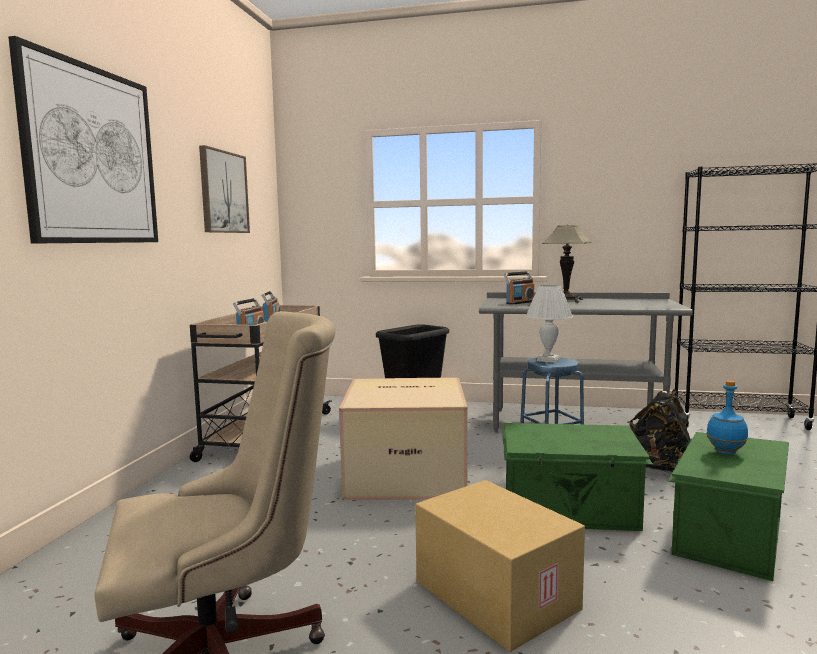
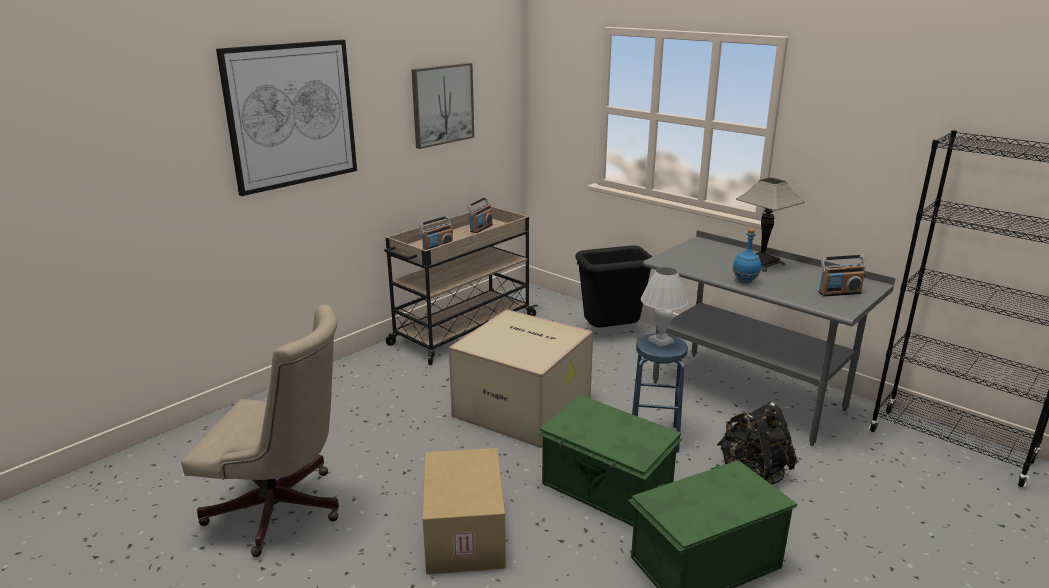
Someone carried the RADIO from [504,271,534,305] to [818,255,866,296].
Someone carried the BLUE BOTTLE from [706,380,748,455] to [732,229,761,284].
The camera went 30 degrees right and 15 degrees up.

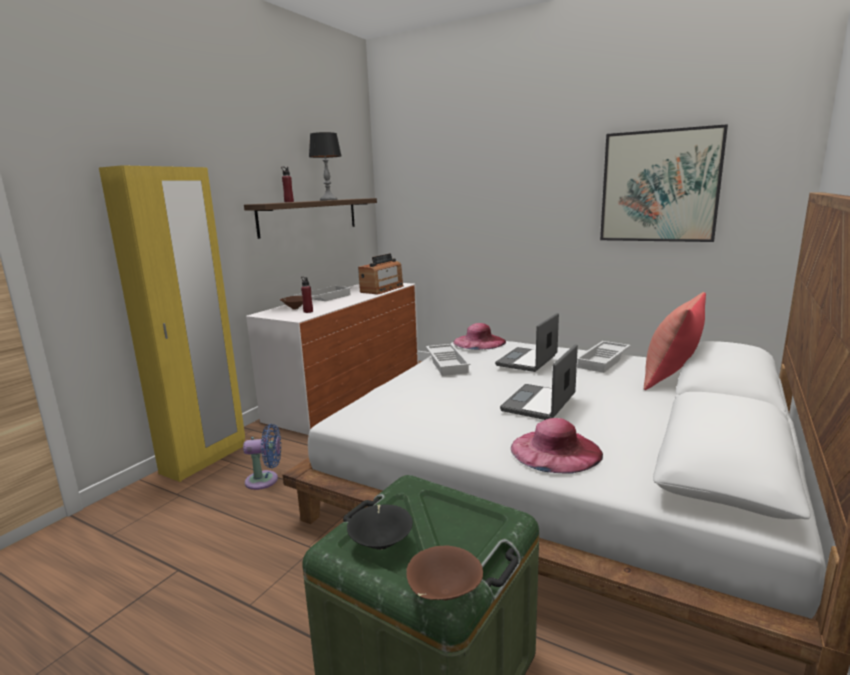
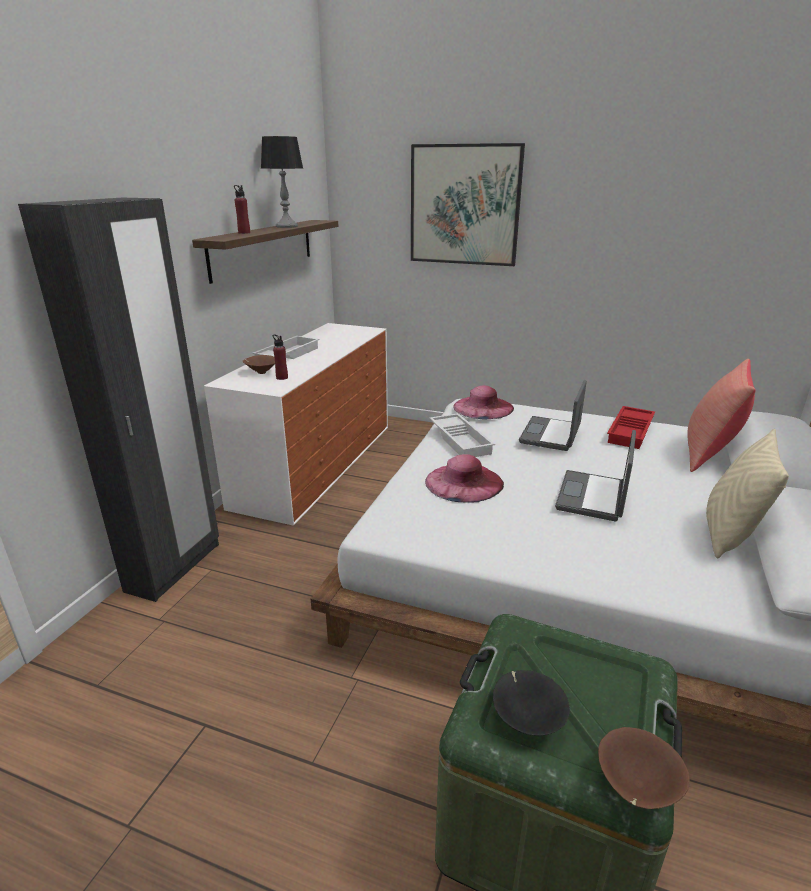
Someone took away the BLUE FAN at [243,424,281,490].
Someone took away the RADIO at [358,253,404,294].
Someone put down the BEIGE PILLOW at [706,429,789,558].
Someone carried the PINK HAT from [511,418,603,474] to [425,454,504,502].
Someone carried the PICTURE from [600,124,728,242] to [411,143,525,266].
Someone repainted the YELLOW WARDROBE at [99,165,245,482], which became the BLACK WARDROBE at [18,198,219,602].
Someone repainted the WHITE TRAY at [577,341,631,373], which became the RED TRAY at [607,406,655,449].
The camera went 10 degrees left and 10 degrees up.

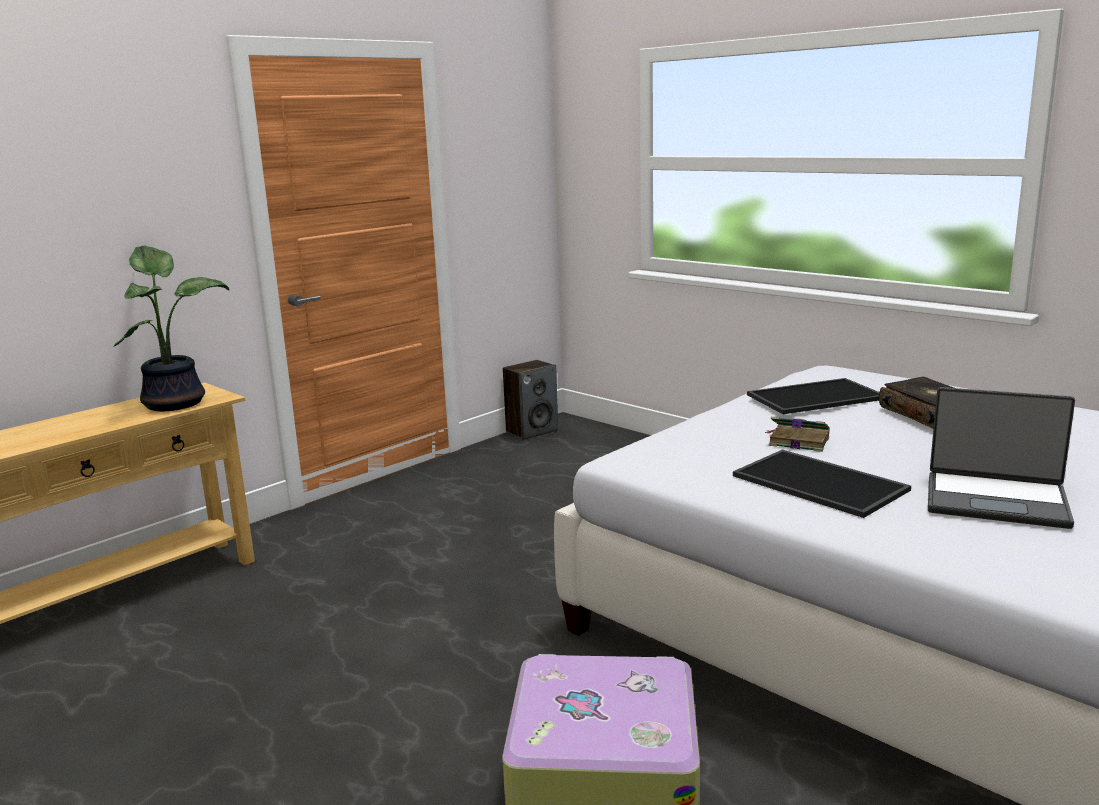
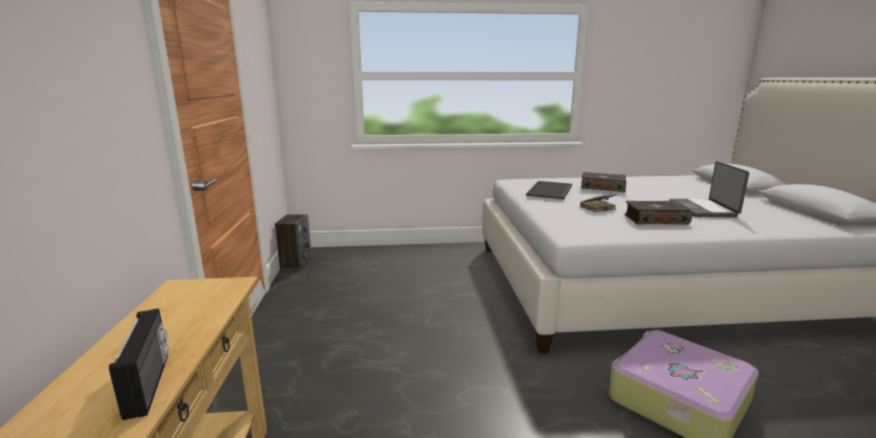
Someone took away the POTTED PLANT at [114,245,229,411].
Someone put down the RADIO at [109,308,169,420].
Someone swapped the TRAY at [733,450,911,518] for the BOOK at [624,200,692,225].
Someone rotated the LAPTOP at [928,387,1075,529] by 120 degrees clockwise.
The camera went 50 degrees left and 0 degrees up.

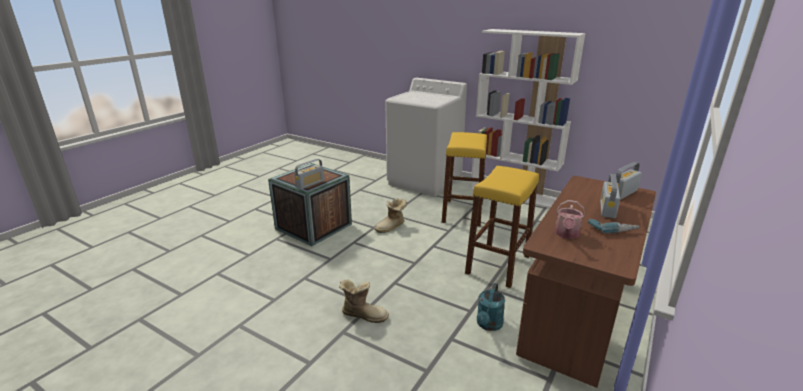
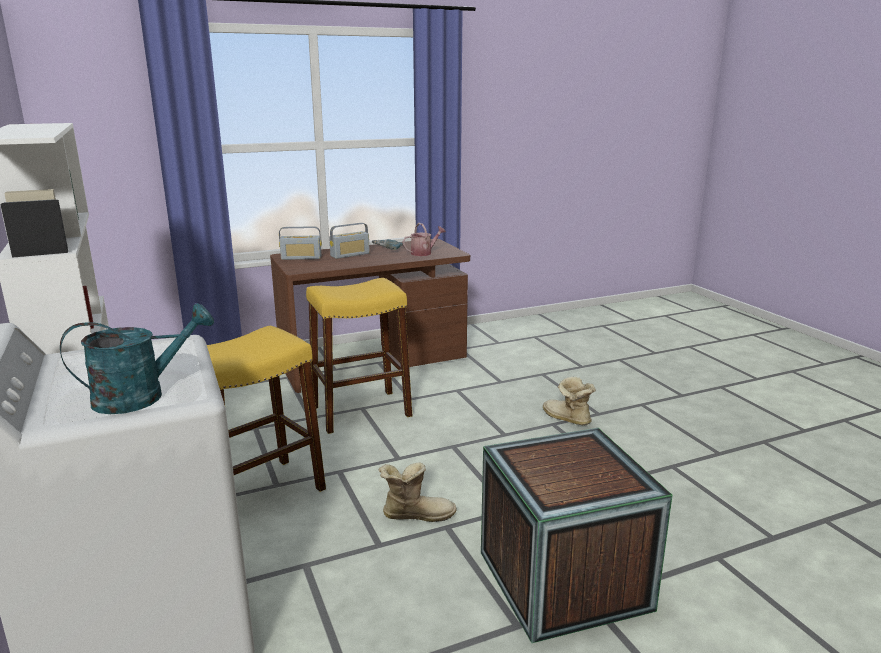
Someone took away the RADIO at [294,159,324,189].
Someone carried the TURQUOISE WATERING CAN from [477,283,505,331] to [60,303,214,414].
The camera went 145 degrees left and 5 degrees down.

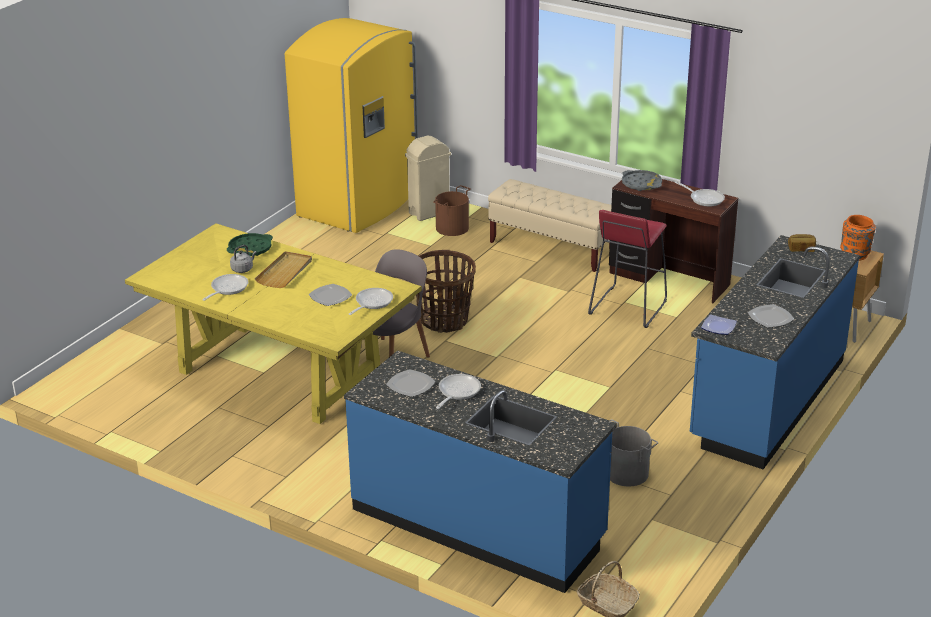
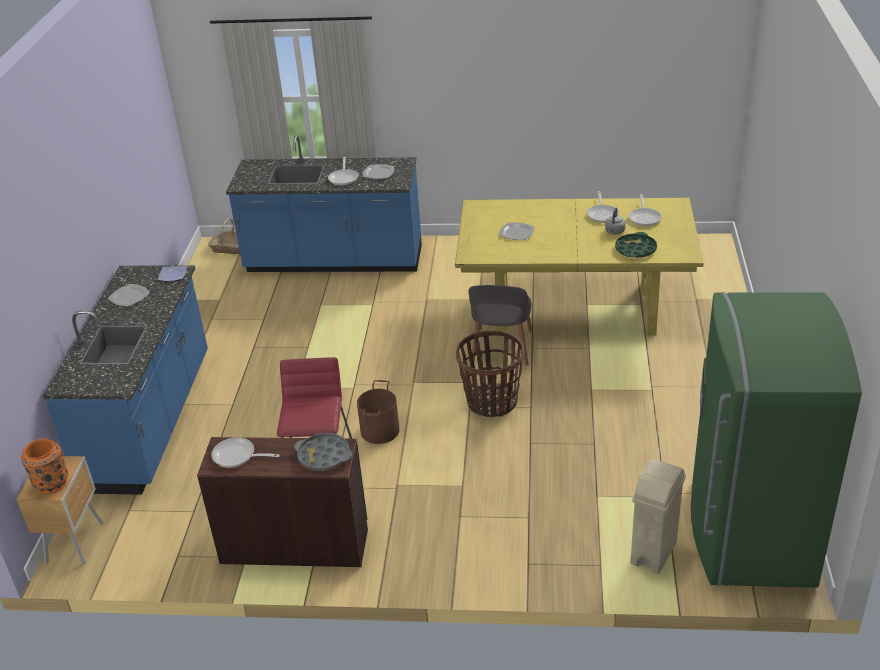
Someone took away the BEIGE TRAY at [255,251,312,288].
Someone took away the BEIGE BENCH at [488,179,612,272].
Someone took away the GREY BUCKET at [609,419,659,486].
Someone took away the BREAD at [788,234,816,252].
Someone carried the FRYING PAN from [349,288,393,315] to [629,194,662,226].
Someone carried the BROWN BUCKET from [433,185,470,236] to [357,380,399,444].
Someone repainted the YELLOW FRIDGE at [284,18,418,233], which became the GREEN FRIDGE at [691,292,862,588].
The camera went 155 degrees right and 5 degrees up.

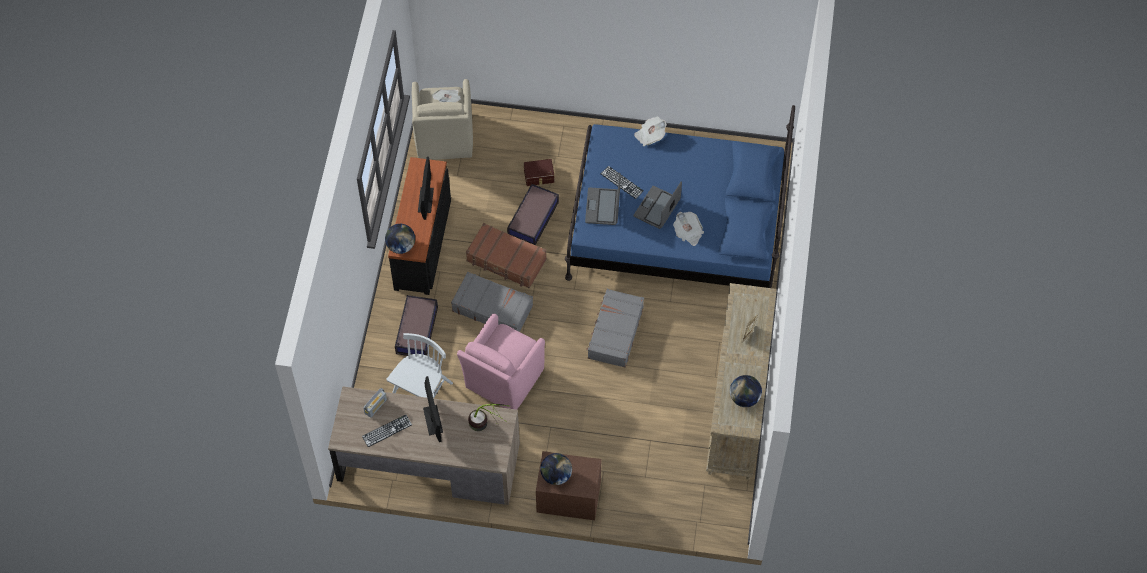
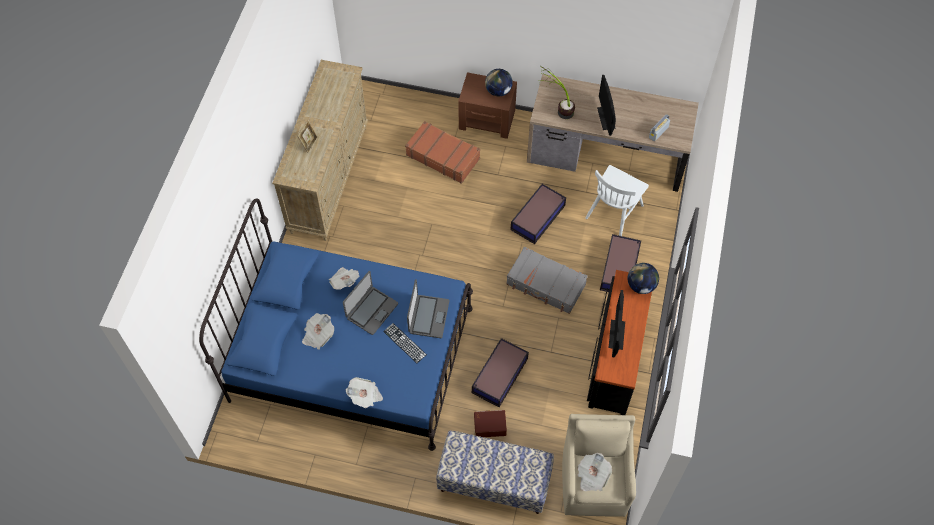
Someone took away the KEYBOARD at [362,415,412,447].
Someone took away the GREY SUITCASE at [586,289,644,368].
Someone took away the GLOBE at [730,375,762,407].
Someone put down the NEWSPAPER at [302,313,334,349].
Someone put down the BENCH at [436,431,554,514].
Someone carried the BROWN SUITCASE from [466,223,547,288] to [405,121,480,184].
Someone swapped the PINK ARMCHAIR at [457,314,545,410] for the STORAGE BOX at [511,184,566,244].
The camera went 175 degrees left and 0 degrees up.

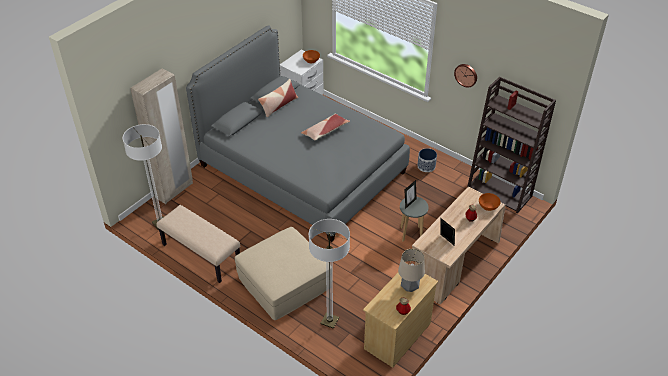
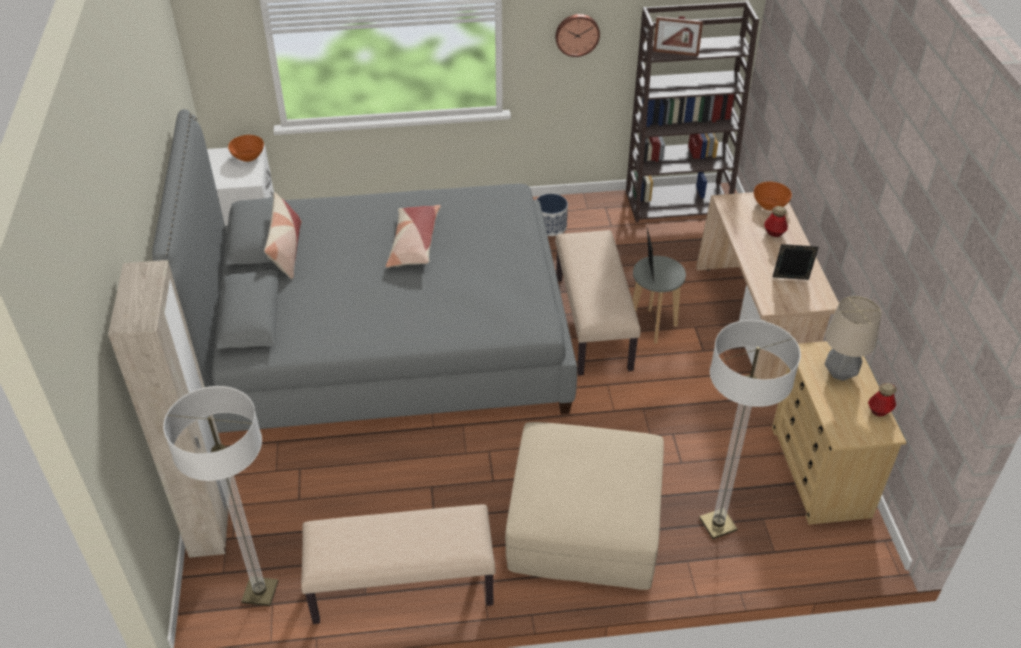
Someone put down the BEIGE BENCH at [555,230,641,376].
Someone put down the PICTURE FRAME at [653,16,703,56].
The camera went 45 degrees left and 0 degrees up.

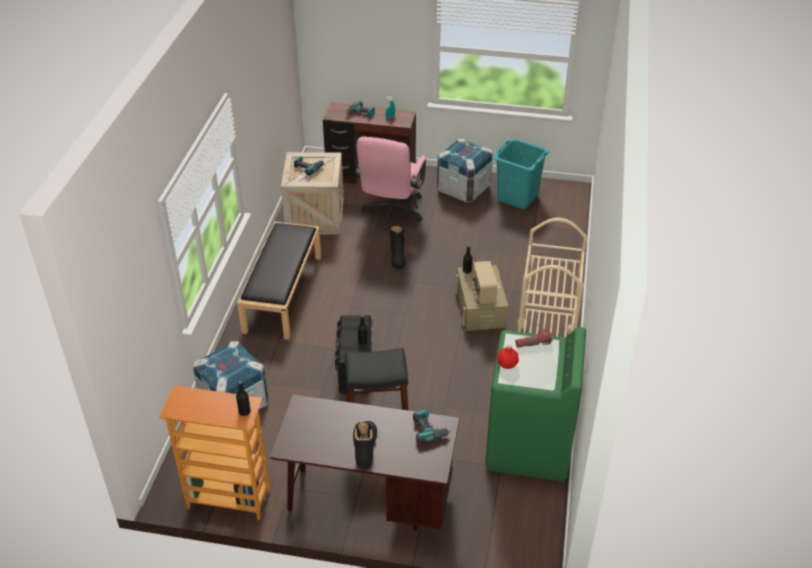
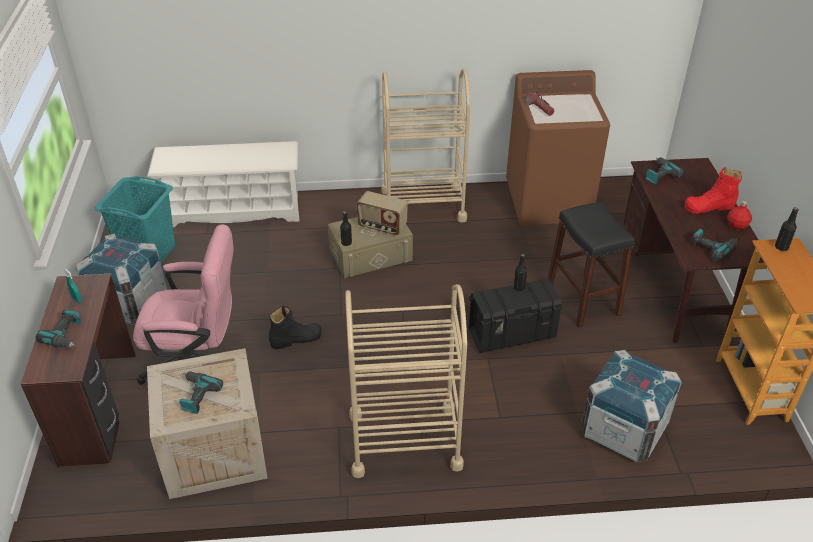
Someone put down the WHITE SHOE RACK at [147,141,300,227].
Someone put down the POWER DRILL at [691,228,737,261].
Someone carried the RED BOTTLE from [497,344,519,369] to [727,201,752,229].
Someone swapped the BLACK BENCH at [237,222,321,340] for the BEIGE CART at [345,284,468,478].
Someone repainted the BLACK BOOT at [353,421,377,469], which became the RED BOOT at [685,167,742,214].
Someone repainted the GREEN WASHING MACHINE at [485,327,586,482], which became the BROWN WASHING MACHINE at [506,70,610,225].
Someone rotated the RADIO at [471,261,498,305] by 45 degrees clockwise.
The camera went 105 degrees left and 0 degrees up.

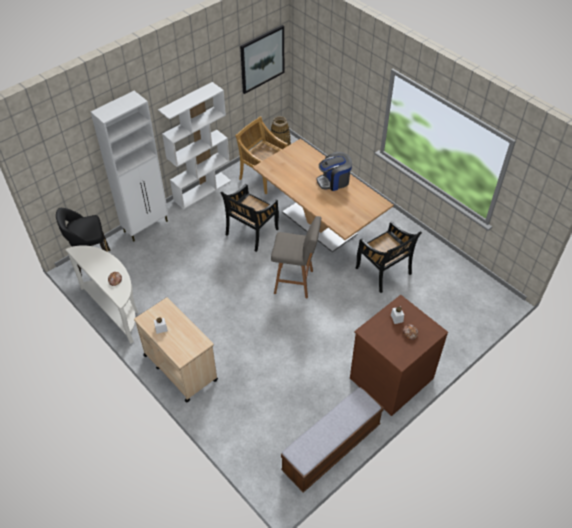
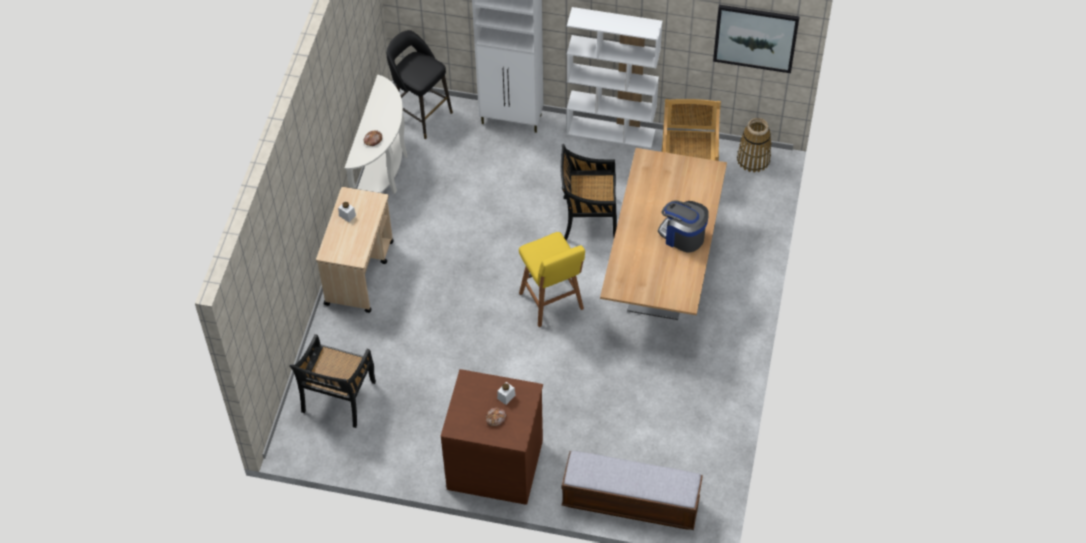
Someone carried the BENCH from [281,387,384,493] to [562,451,703,530].
Someone carried the BLACK CHAIR from [356,222,422,293] to [290,334,376,428].
Someone repainted the GREY STOOL at [271,216,321,298], which became the YELLOW STOOL at [519,232,585,327].
The camera went 55 degrees right and 5 degrees up.

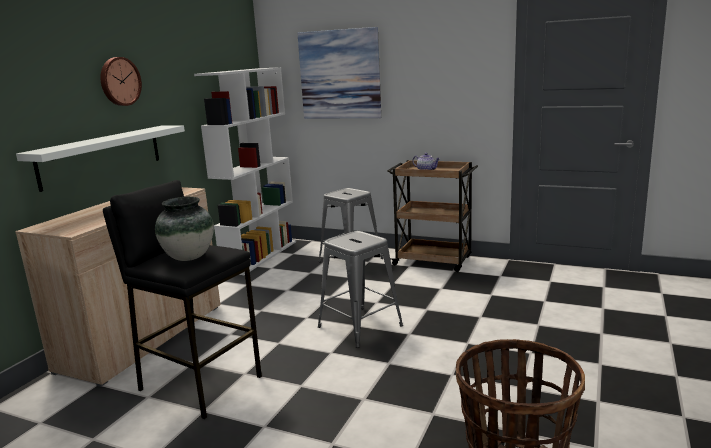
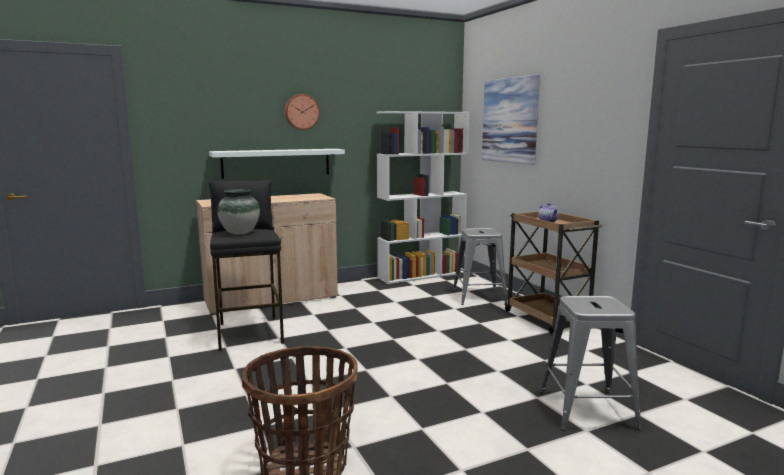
Someone carried the GREY STOOL from [318,231,403,348] to [540,296,641,431].
The camera went 40 degrees right and 5 degrees down.

